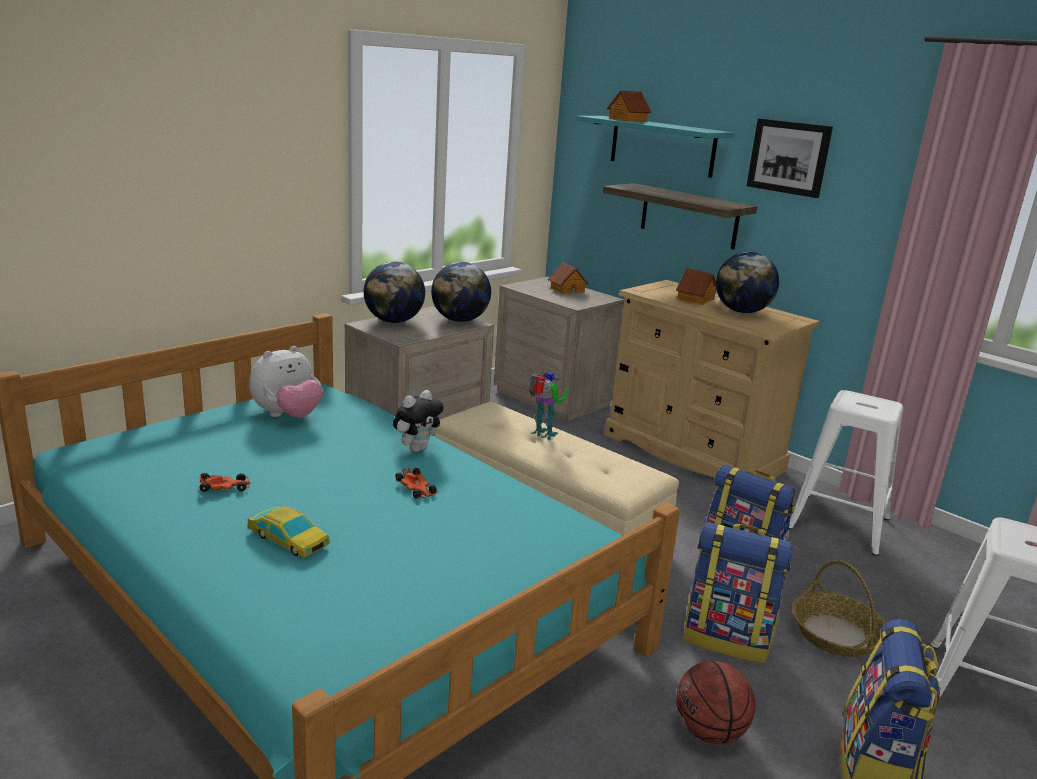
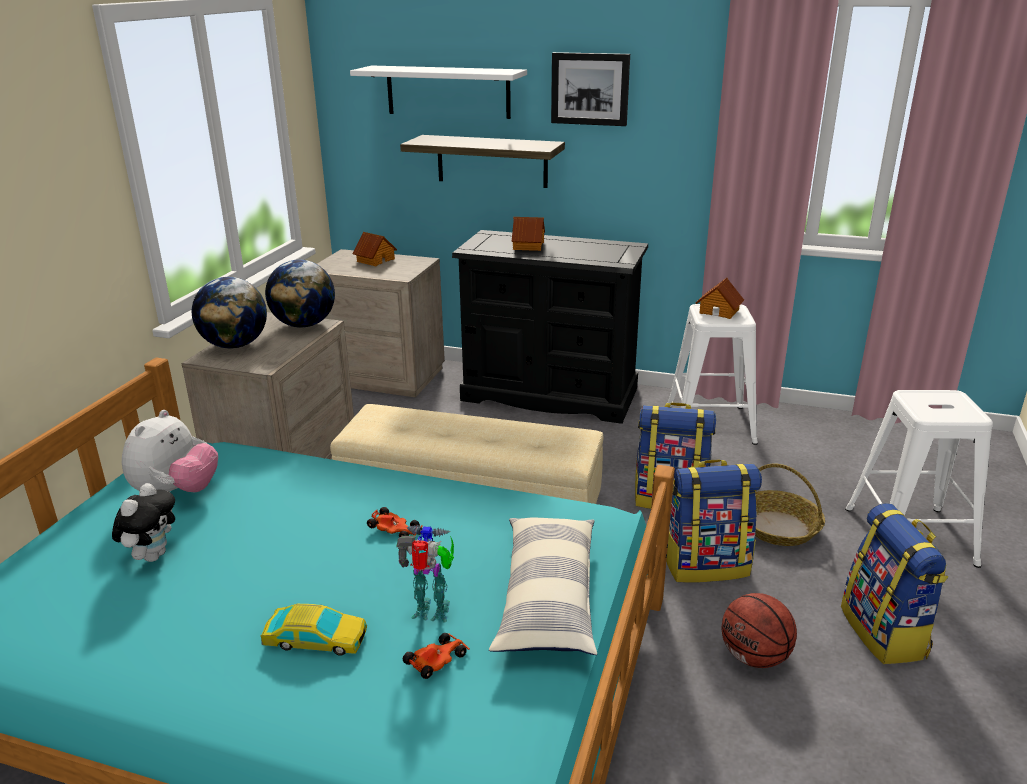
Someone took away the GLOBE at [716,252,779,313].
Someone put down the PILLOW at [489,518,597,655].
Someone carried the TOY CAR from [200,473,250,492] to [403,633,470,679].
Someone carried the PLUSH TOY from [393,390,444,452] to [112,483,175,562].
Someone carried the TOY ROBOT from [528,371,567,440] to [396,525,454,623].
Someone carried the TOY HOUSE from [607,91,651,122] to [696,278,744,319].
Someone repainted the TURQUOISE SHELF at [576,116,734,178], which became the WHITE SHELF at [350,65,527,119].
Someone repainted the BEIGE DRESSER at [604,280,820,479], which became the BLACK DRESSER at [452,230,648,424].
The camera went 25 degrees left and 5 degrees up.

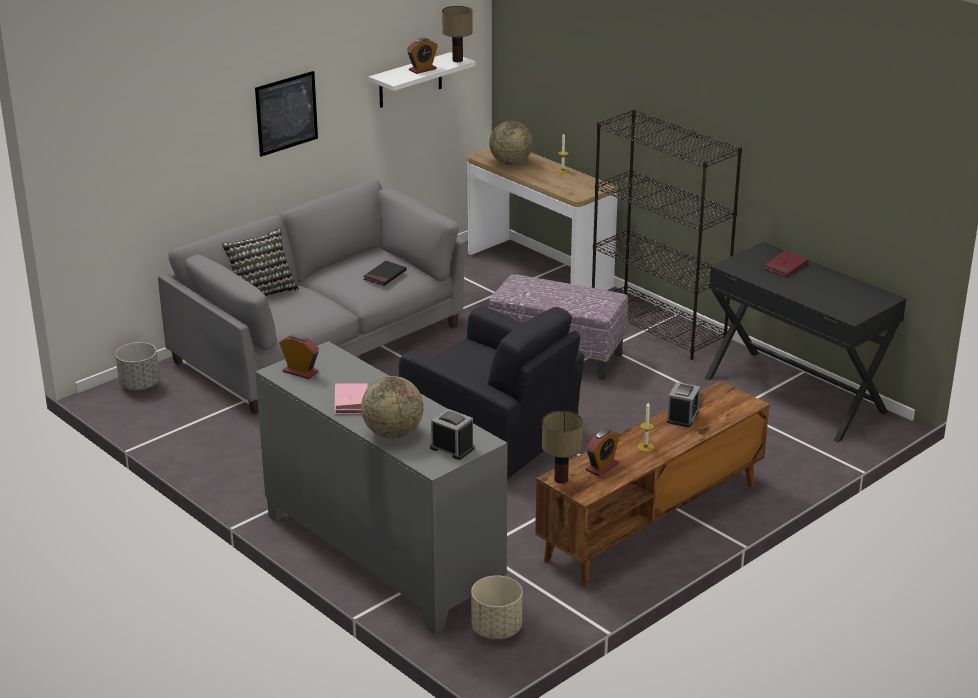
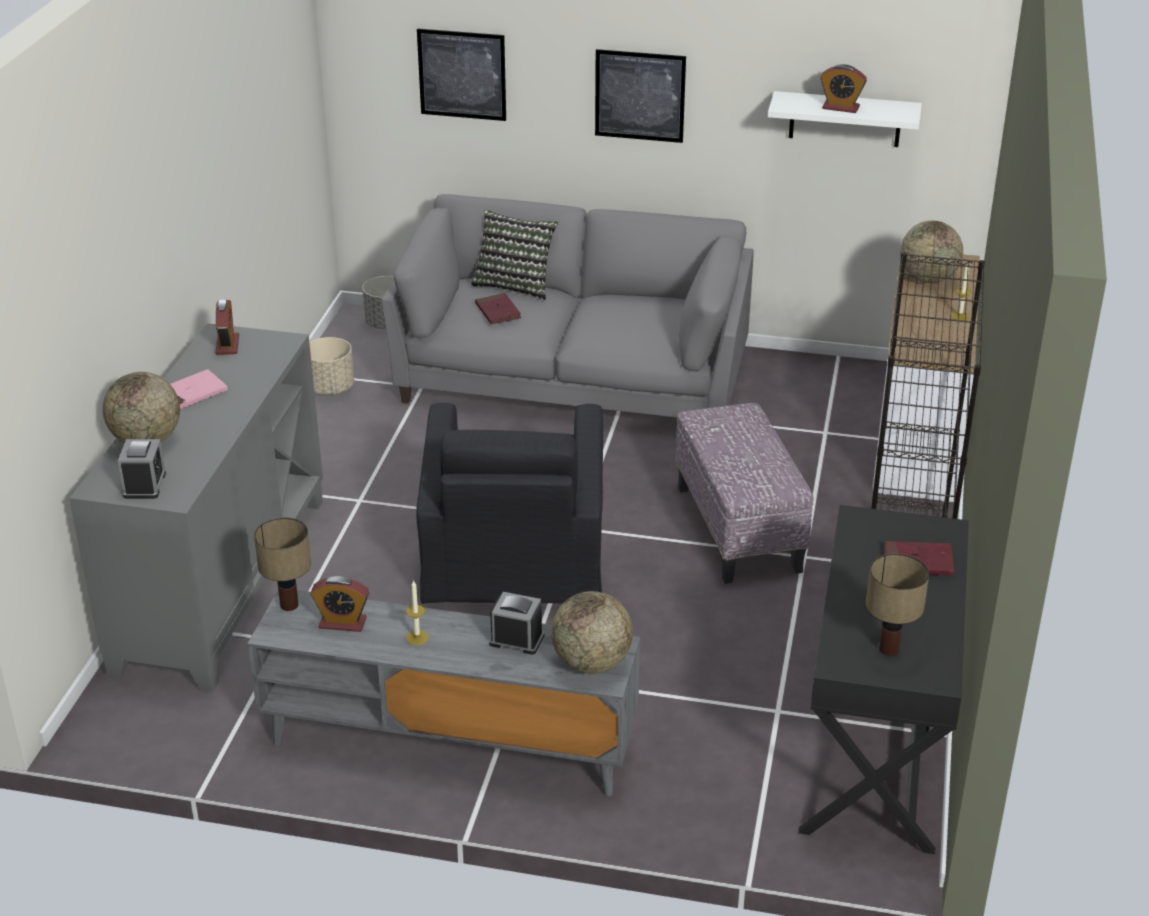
Someone took away the BLACK BOOK at [364,261,407,286].
Someone put up the PICTURE at [417,28,506,121].
Someone put down the RED BOOK at [475,293,521,324].
Someone put down the GLOBE at [551,591,633,674].
Someone carried the TABLE LAMP from [442,6,473,62] to [866,553,929,656].
Someone carried the BEIGE PLANTER from [471,575,522,639] to [309,337,354,395].
Someone repainted the BROWN TV STAND at [535,381,770,587], which became the GREY TV STAND at [247,590,640,796].
Someone rotated the ALARM CLOCK at [667,382,700,427] by 150 degrees counterclockwise.
The camera went 55 degrees right and 5 degrees up.

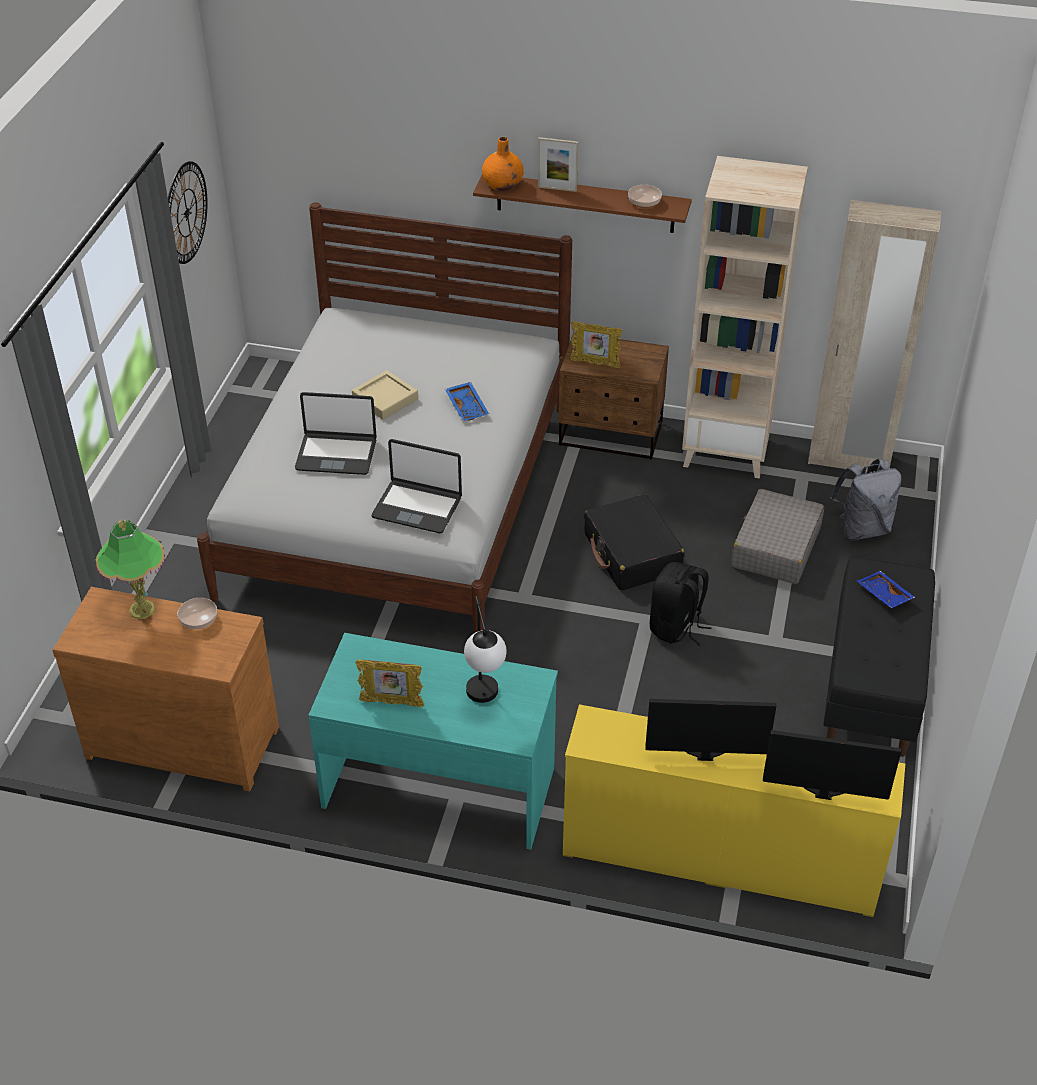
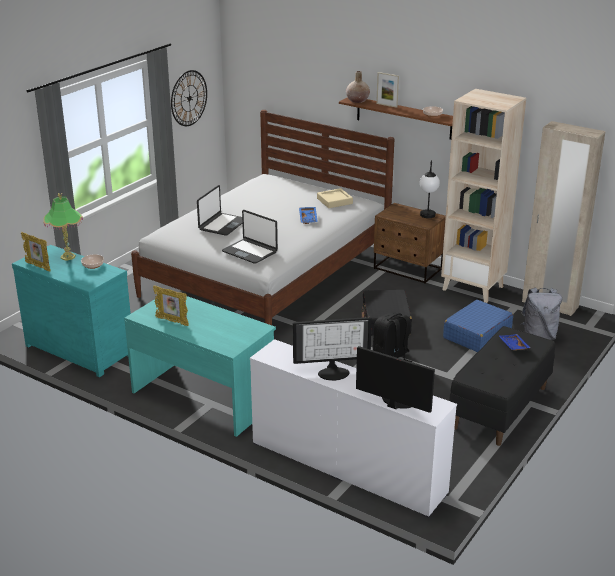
Someone carried the BEIGE TRAY from [352,370,418,420] to [317,188,353,208].
Someone carried the TABLE LAMP from [464,595,507,703] to [420,160,440,218].
Someone carried the PICTURE FRAME from [570,321,622,368] to [21,232,51,271].
Someone repainted the BROWN DRESSER at [52,587,279,792], which became the TURQUOISE DRESSER at [12,245,131,377].
Someone repainted the ORANGE VASE at [482,137,524,191], which became the BEIGE VASE at [346,71,370,103].
Someone repainted the YELLOW DRESSER at [563,704,905,917], which became the WHITE DRESSER at [250,339,457,518].
Someone repainted the GREY SUITCASE at [731,489,824,584], which became the BLUE SUITCASE at [443,300,513,352].
Someone rotated the LAPTOP at [295,392,377,475] by 90 degrees counterclockwise.
Someone rotated the MONITOR at [645,699,776,761] by 150 degrees clockwise.
The camera went 20 degrees right and 15 degrees down.

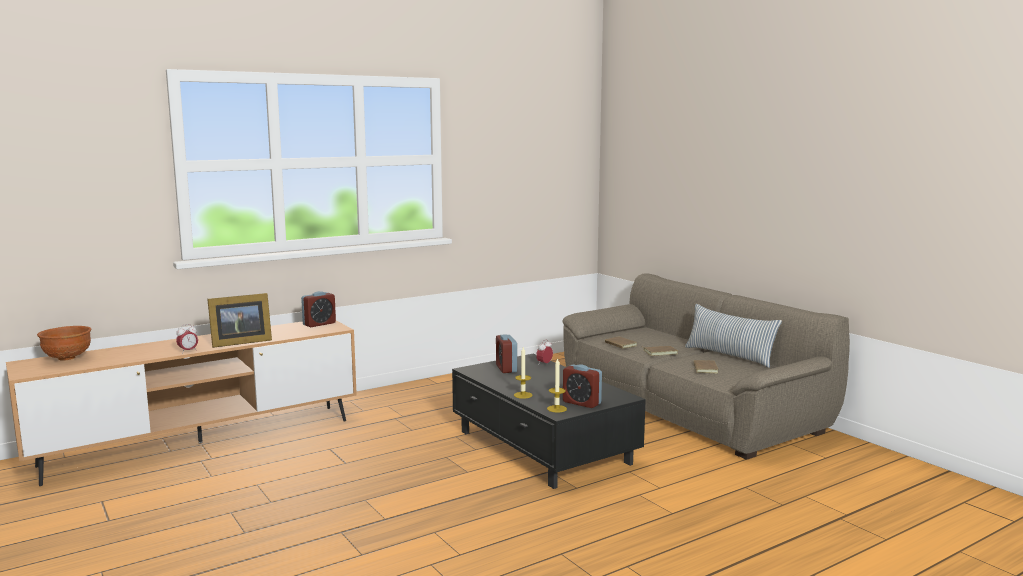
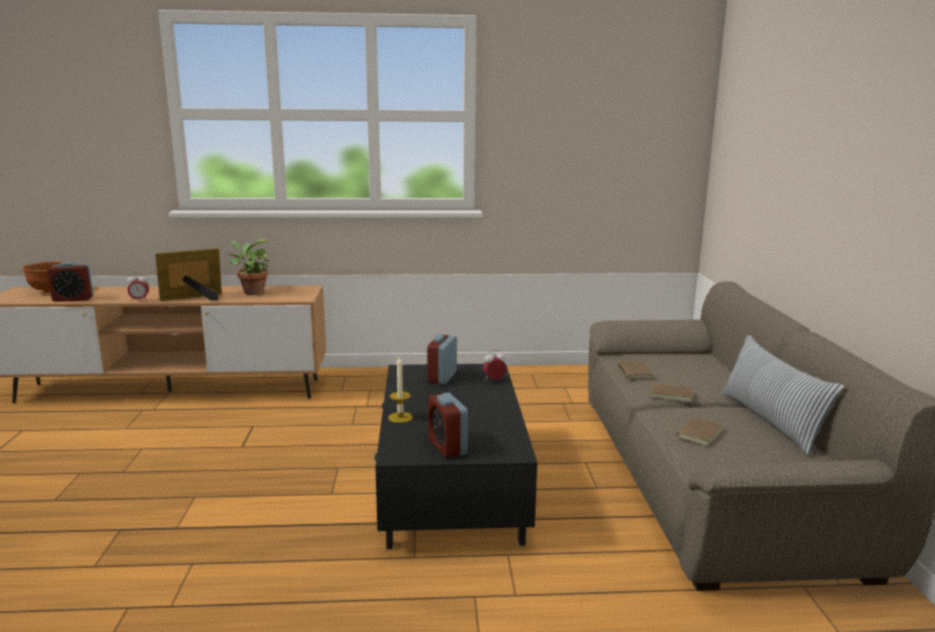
Someone took away the CANDLE at [547,357,567,413].
Someone put down the POTTED PLANT at [228,239,270,295].
Someone carried the ALARM CLOCK from [301,291,336,327] to [47,262,93,302].
Someone rotated the PICTURE FRAME at [207,293,272,348] by 150 degrees clockwise.
The camera went 30 degrees right and 5 degrees up.

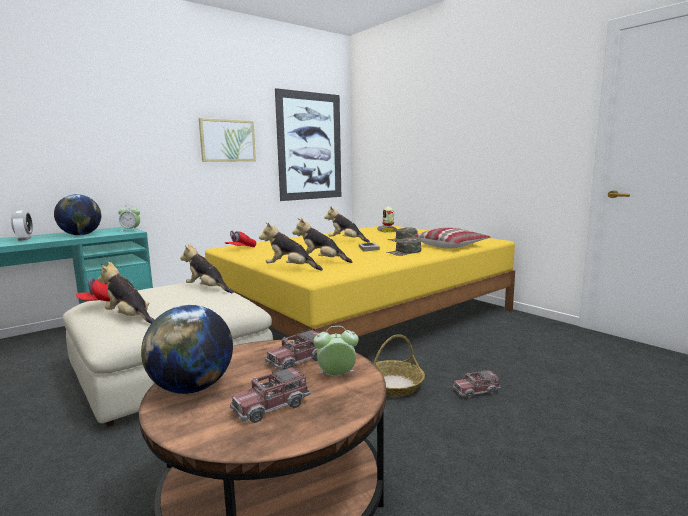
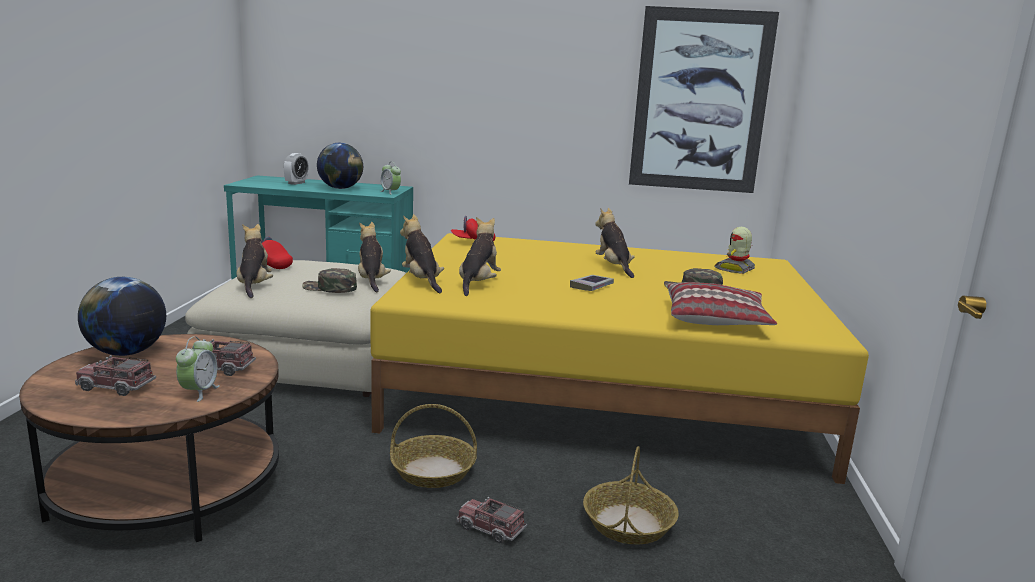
Someone took away the PICTURE at [199,118,256,162].
Someone put down the BASKET at [583,446,678,544].
Someone carried the GREEN CAP from [386,238,421,256] to [302,268,357,293].
Someone rotated the PLUSH TOY at [292,218,352,263] by 45 degrees clockwise.
Someone rotated the ALARM CLOCK at [314,326,359,376] by 60 degrees clockwise.
The camera went 45 degrees right and 5 degrees up.

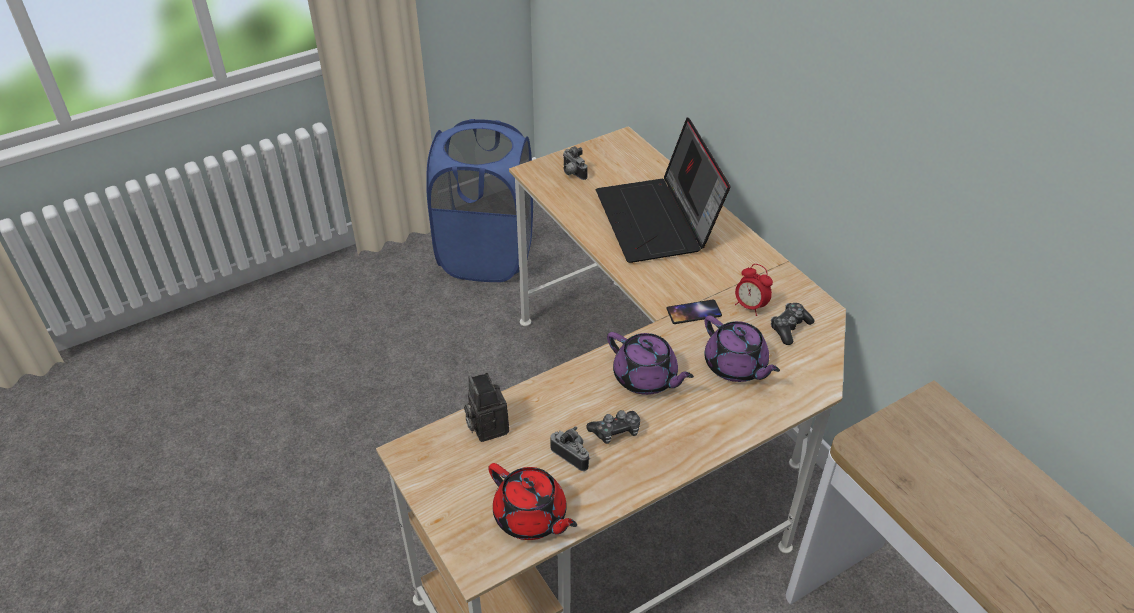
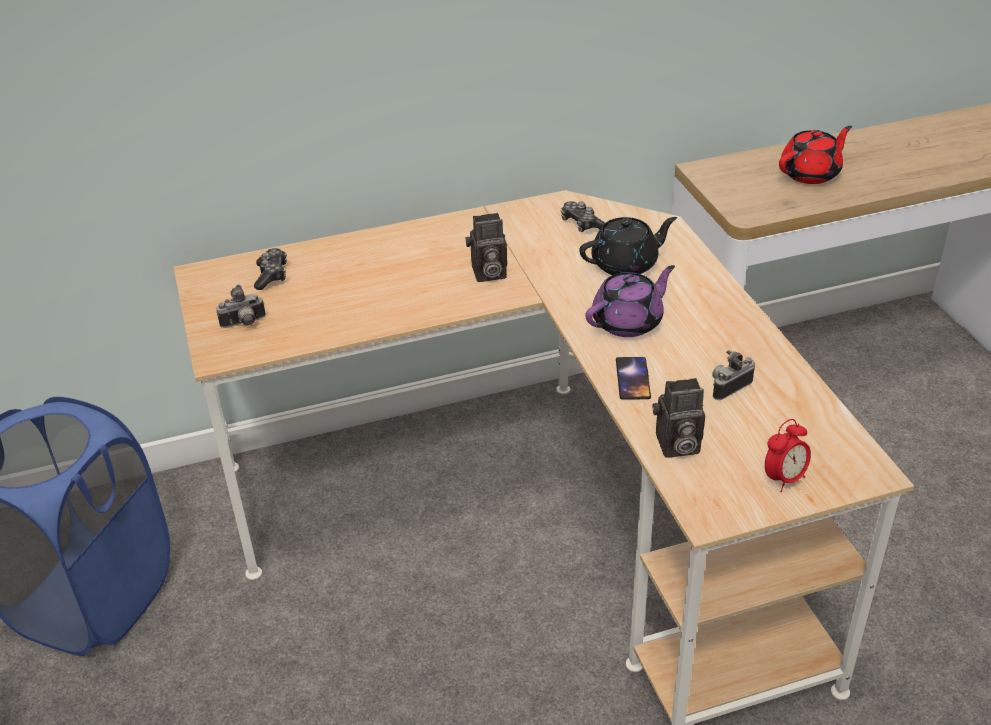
Someone took away the LAPTOP at [596,117,730,263].
Someone put down the PHOTO CAMERA at [466,213,507,282].
Someone carried the RED TEAPOT from [488,463,577,540] to [779,126,852,184].
Someone carried the GAME CONTROLLER from [587,410,640,444] to [254,248,287,290].
Someone carried the PHONE from [666,300,722,324] to [616,357,651,400].
Someone carried the ALARM CLOCK from [735,264,773,316] to [765,419,811,492].
Someone repainted the PURPLE TEAPOT at [704,315,780,382], which became the BLACK TEAPOT at [579,217,677,275].
The camera went 75 degrees left and 5 degrees down.

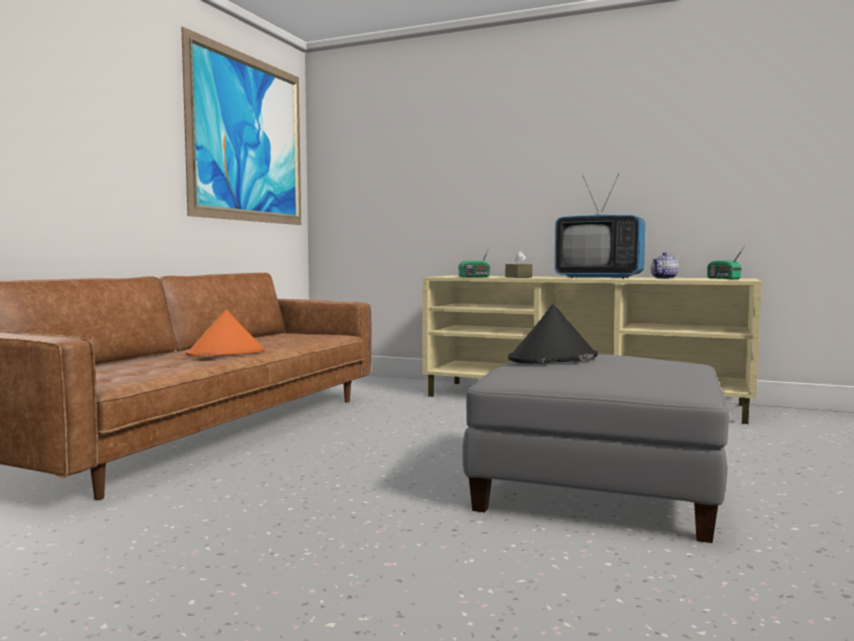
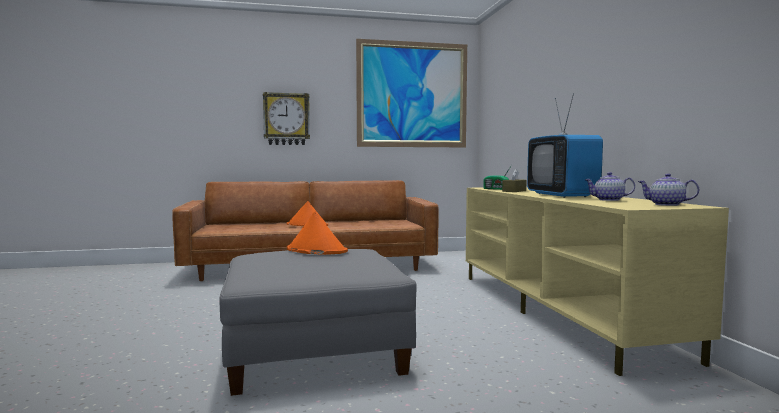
Someone put up the WALL CLOCK at [263,92,310,145].
Someone swapped the RADIO at [707,246,745,279] for the TEAPOT at [638,173,699,206].
Someone repainted the BLACK HAT at [508,304,598,364], which became the ORANGE HAT at [287,211,348,255].
The camera went 55 degrees right and 0 degrees up.

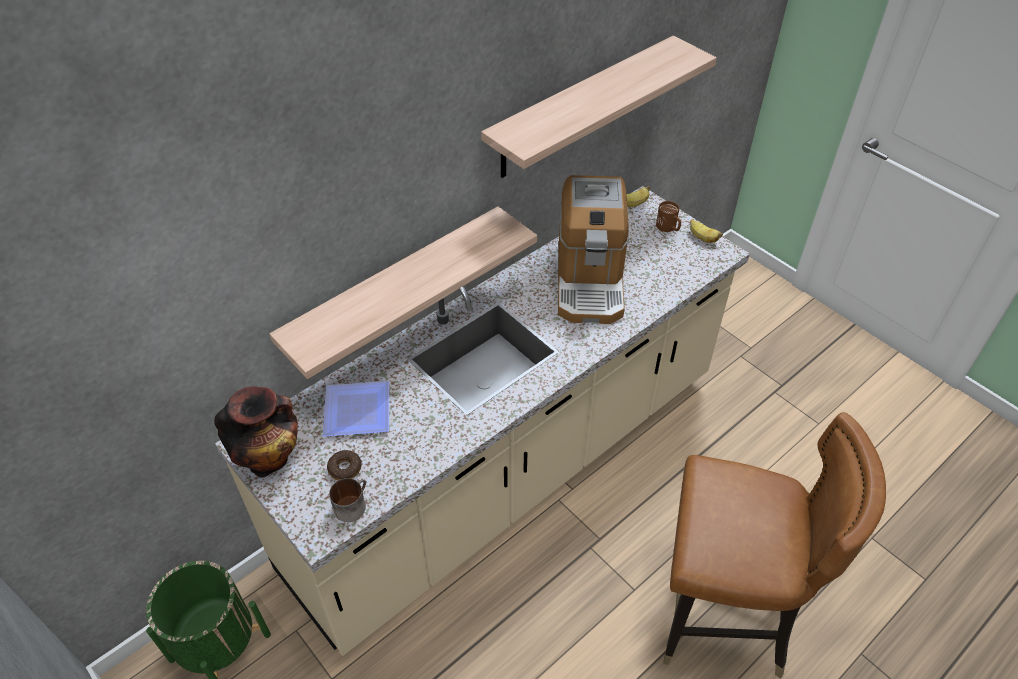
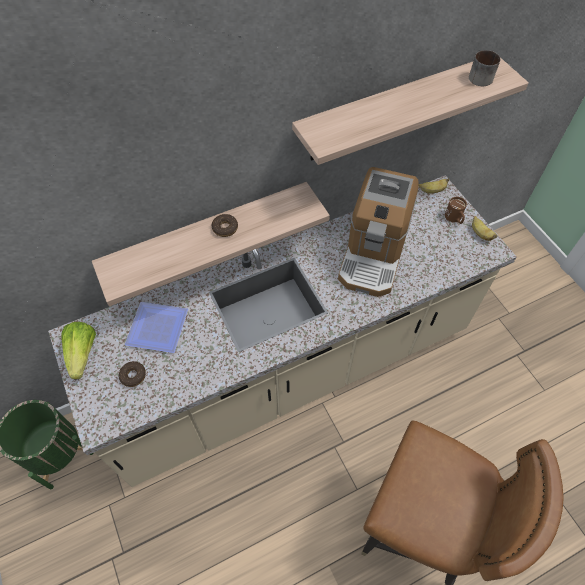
Someone put down the DONUT at [212,214,238,237].
Someone carried the MUG from [329,478,366,522] to [469,50,500,86].
Someone swapped the VASE at [214,386,298,477] for the LETTUCE at [61,322,96,379].
The camera went 15 degrees right and 10 degrees up.

